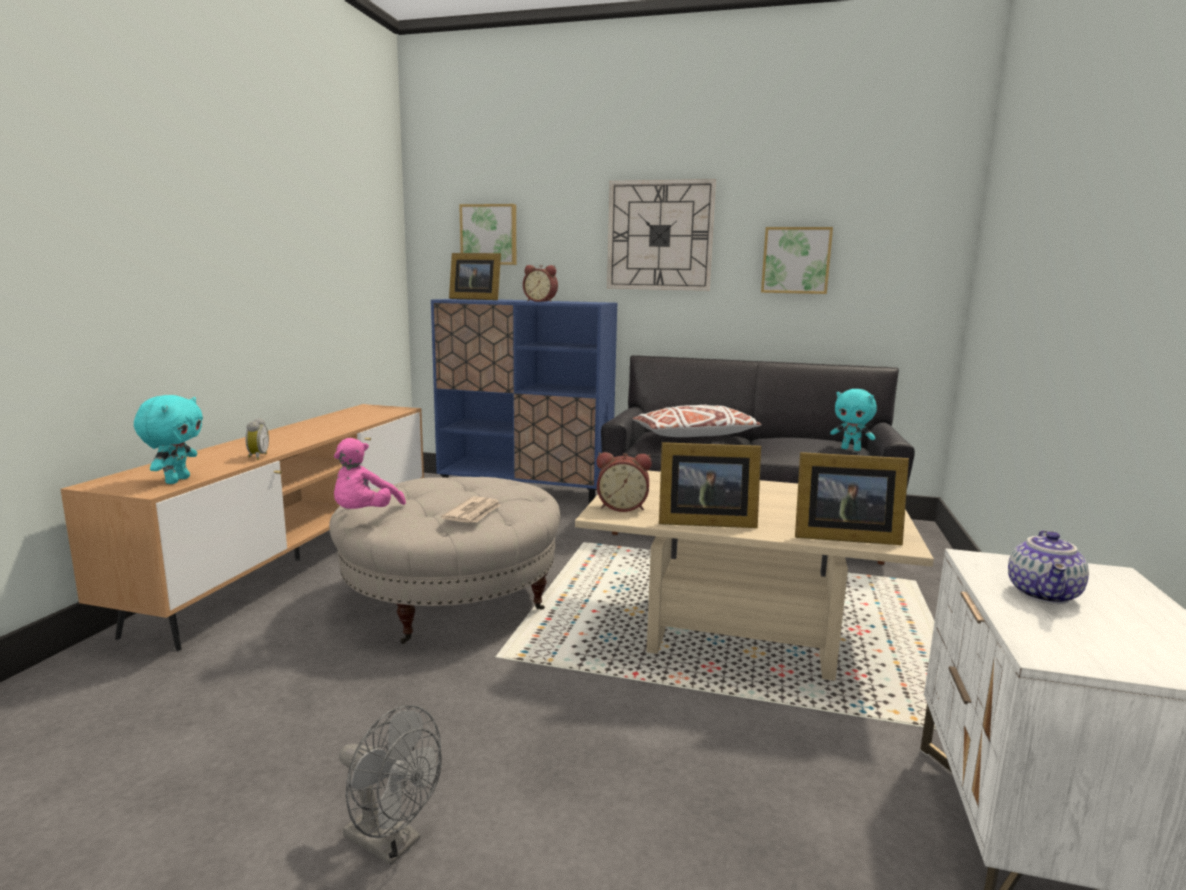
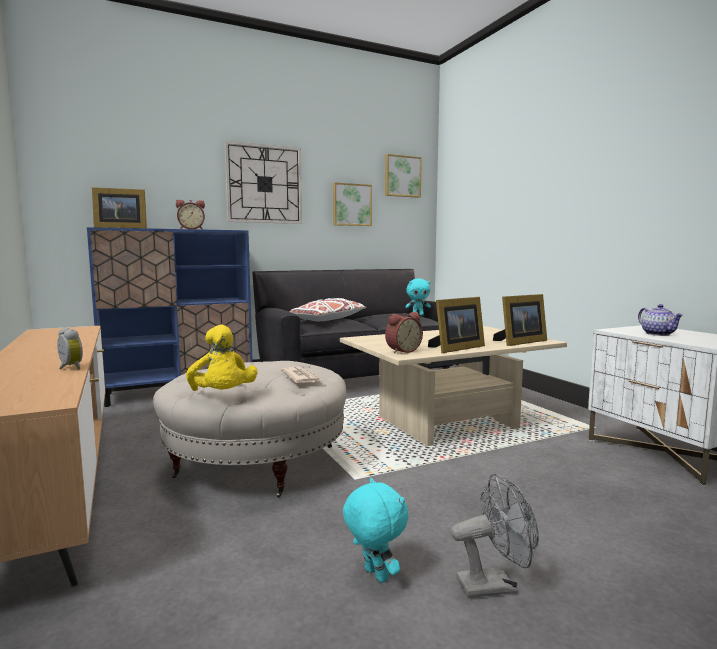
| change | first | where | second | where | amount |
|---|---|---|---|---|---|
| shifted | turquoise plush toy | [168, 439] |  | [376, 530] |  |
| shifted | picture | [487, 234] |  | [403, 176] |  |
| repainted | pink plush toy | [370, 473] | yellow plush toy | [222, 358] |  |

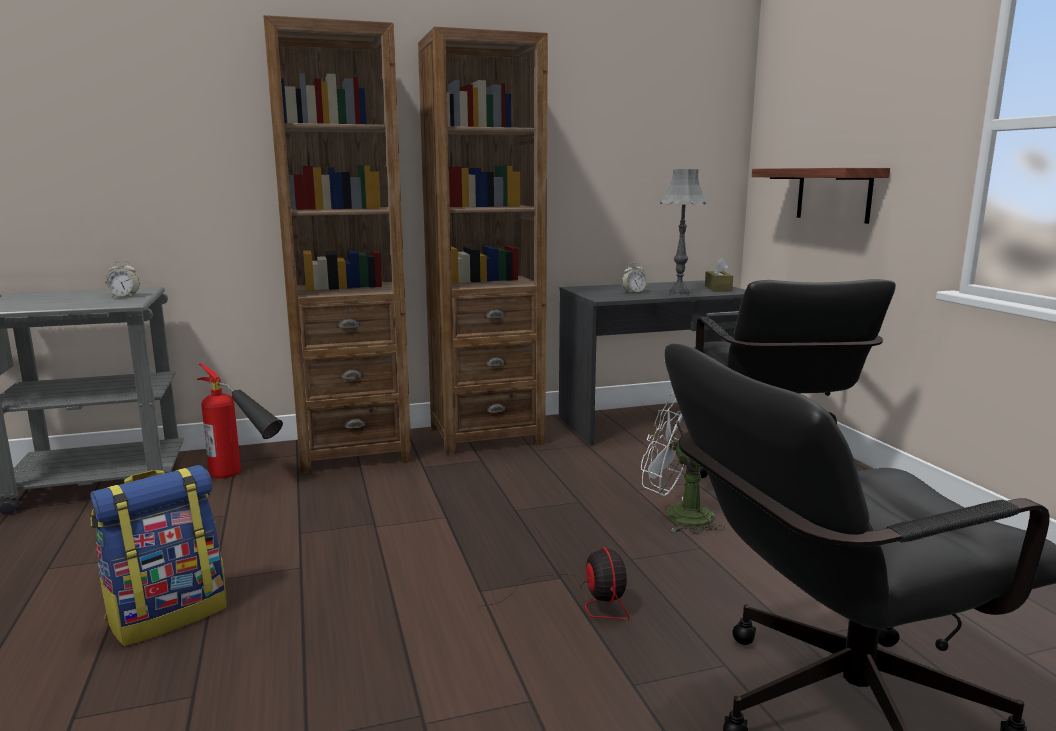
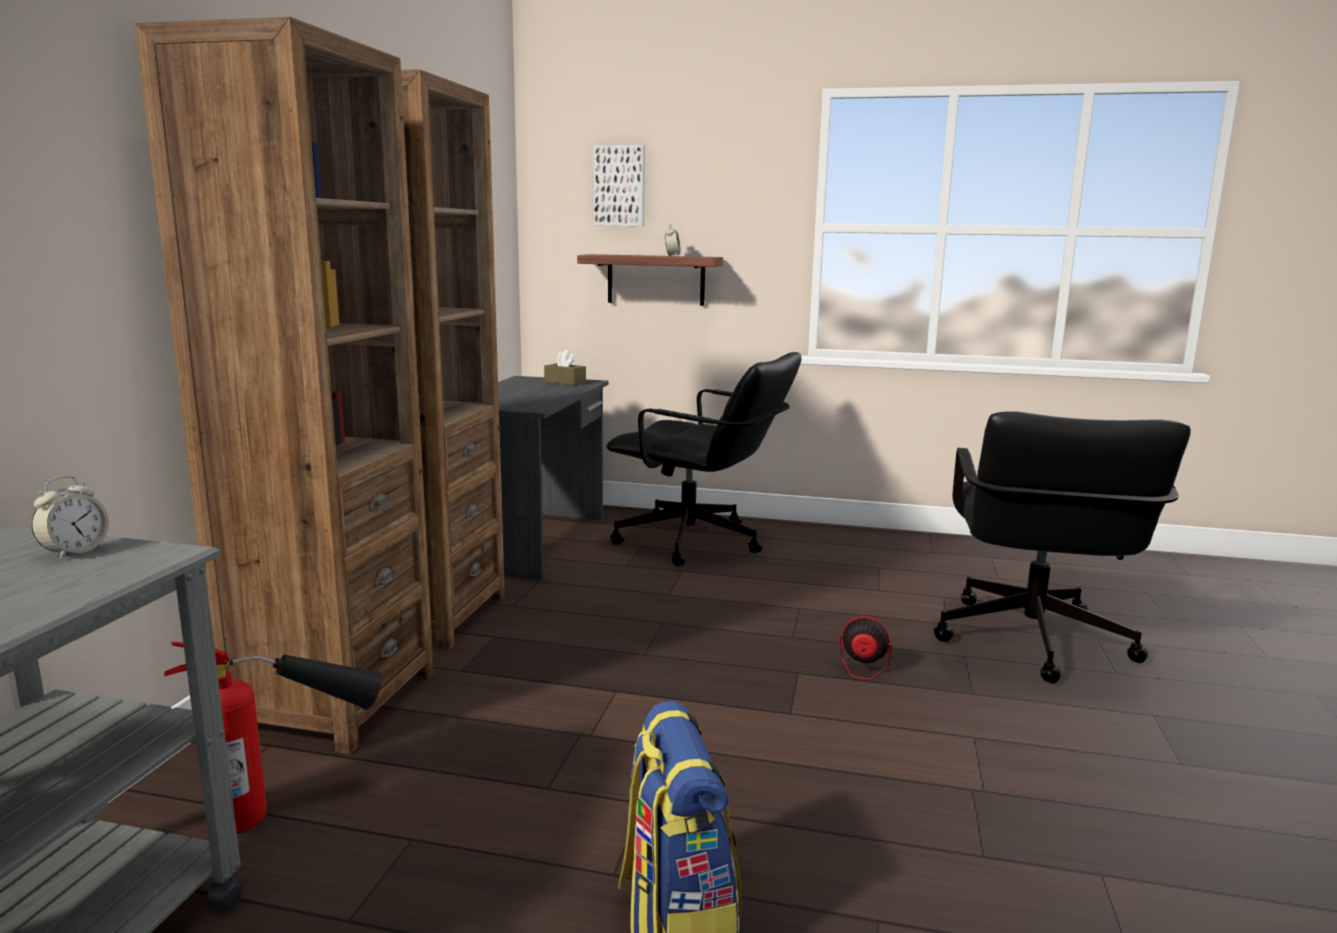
| change | first | where | second | where | amount |
|---|---|---|---|---|---|
| gone | white fan | [683, 463] |  |  |  |
| gone | grey table lamp | [684, 232] |  |  |  |
| new |  |  | picture | [619, 185] |  |
| shifted | alarm clock | [634, 277] |  | [673, 240] |  |

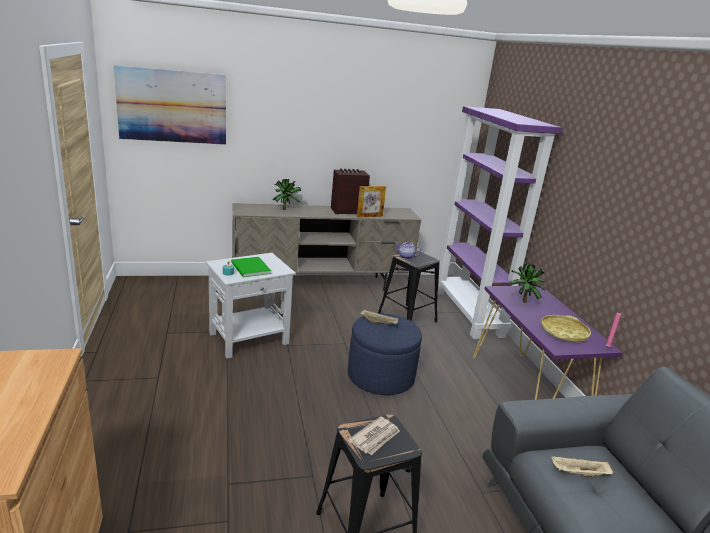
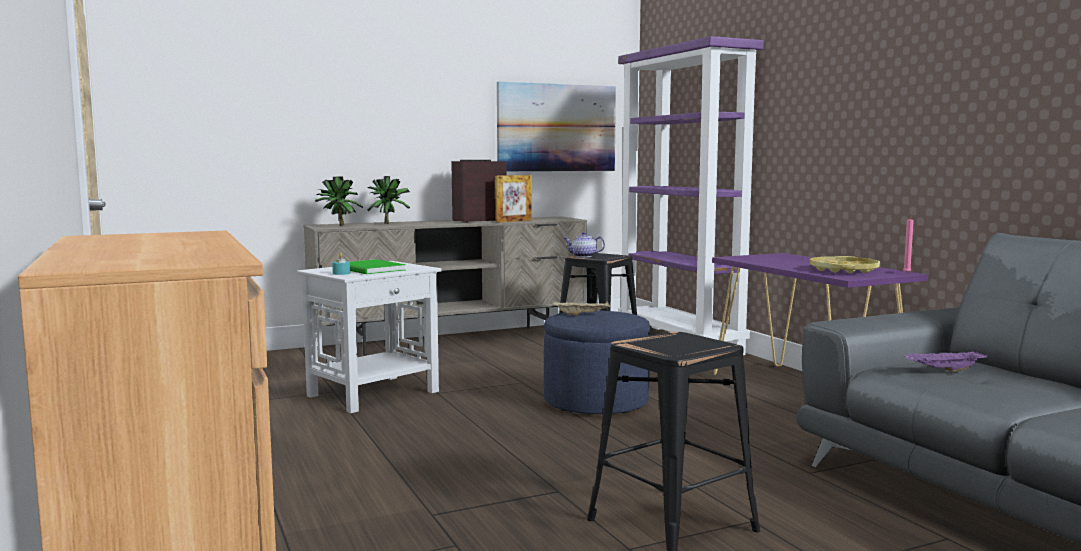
| change | first | where | second | where | amount |
|---|---|---|---|---|---|
| gone | newspaper | [374, 435] |  |  |  |
| shifted | picture | [170, 105] |  | [556, 127] |  |
| shifted | potted plant | [527, 283] |  | [339, 201] |  |
| repainted | beige tray | [582, 466] | purple tray | [945, 361] |  |

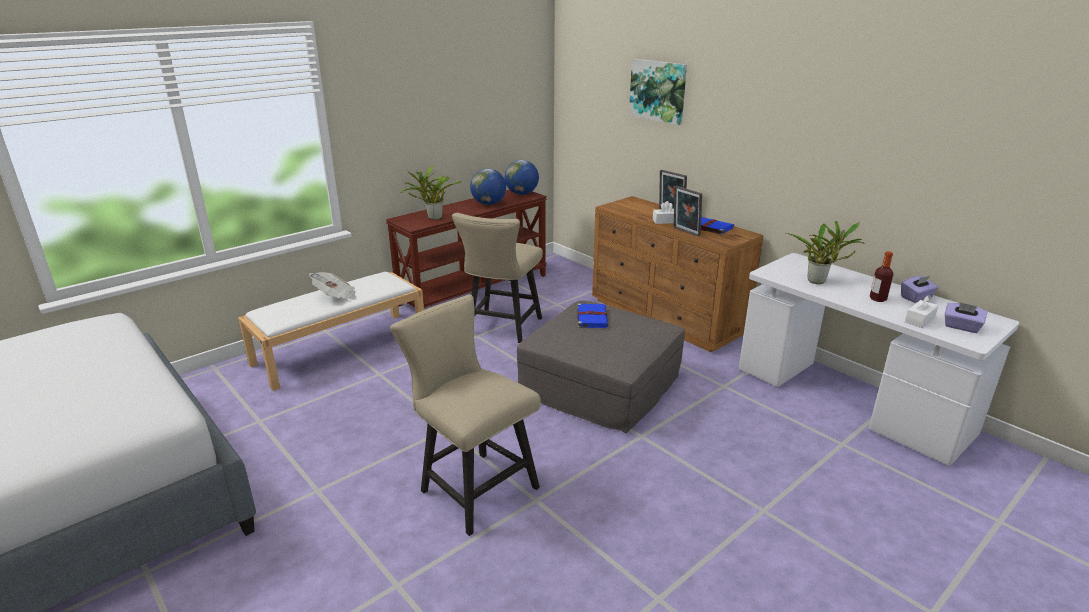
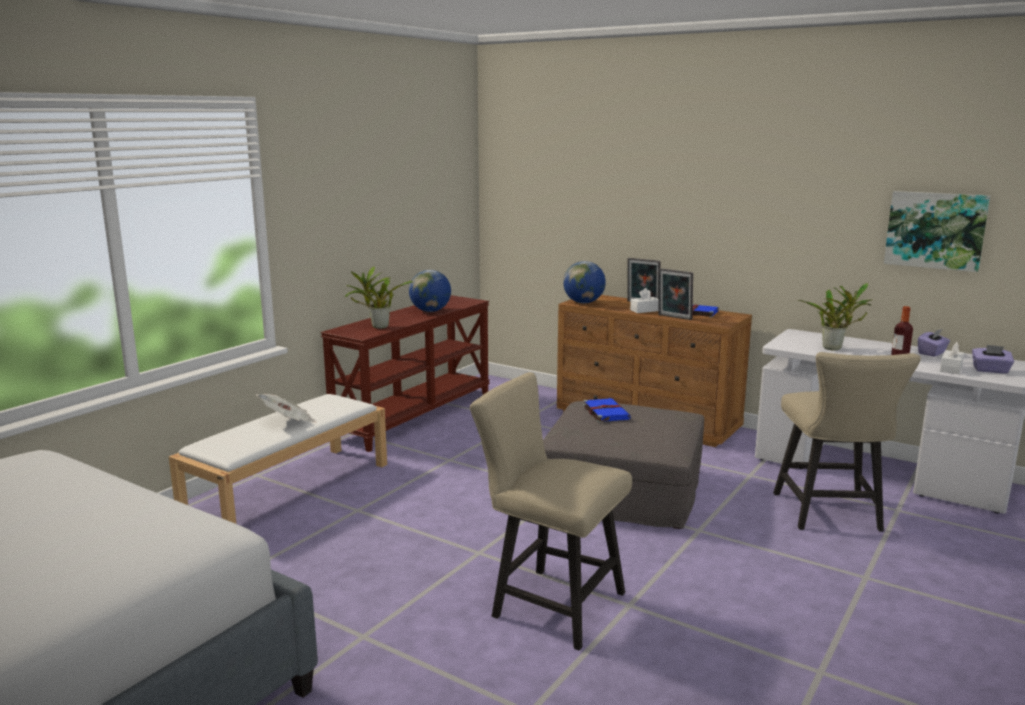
| change | first | where | second | where | amount |
|---|---|---|---|---|---|
| shifted | beige chair | [497, 278] |  | [847, 442] |  |
| shifted | globe | [521, 177] |  | [584, 282] |  |
| shifted | picture | [658, 92] |  | [937, 231] |  |

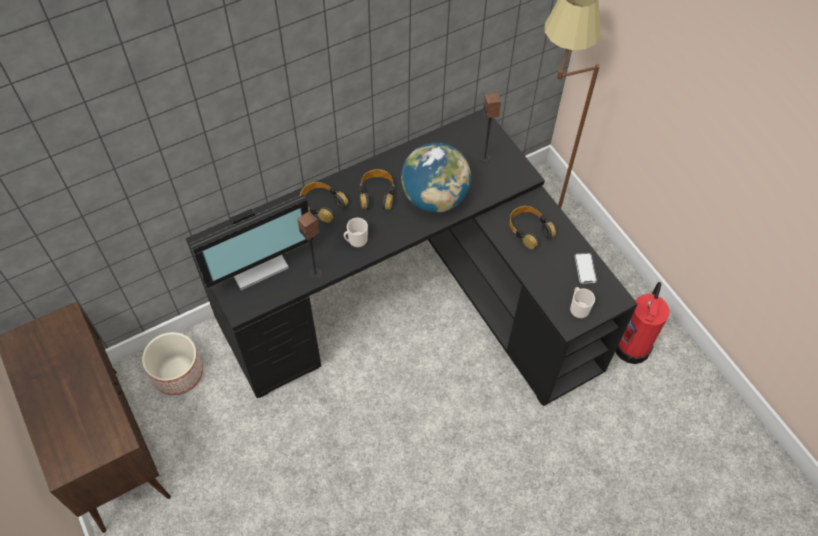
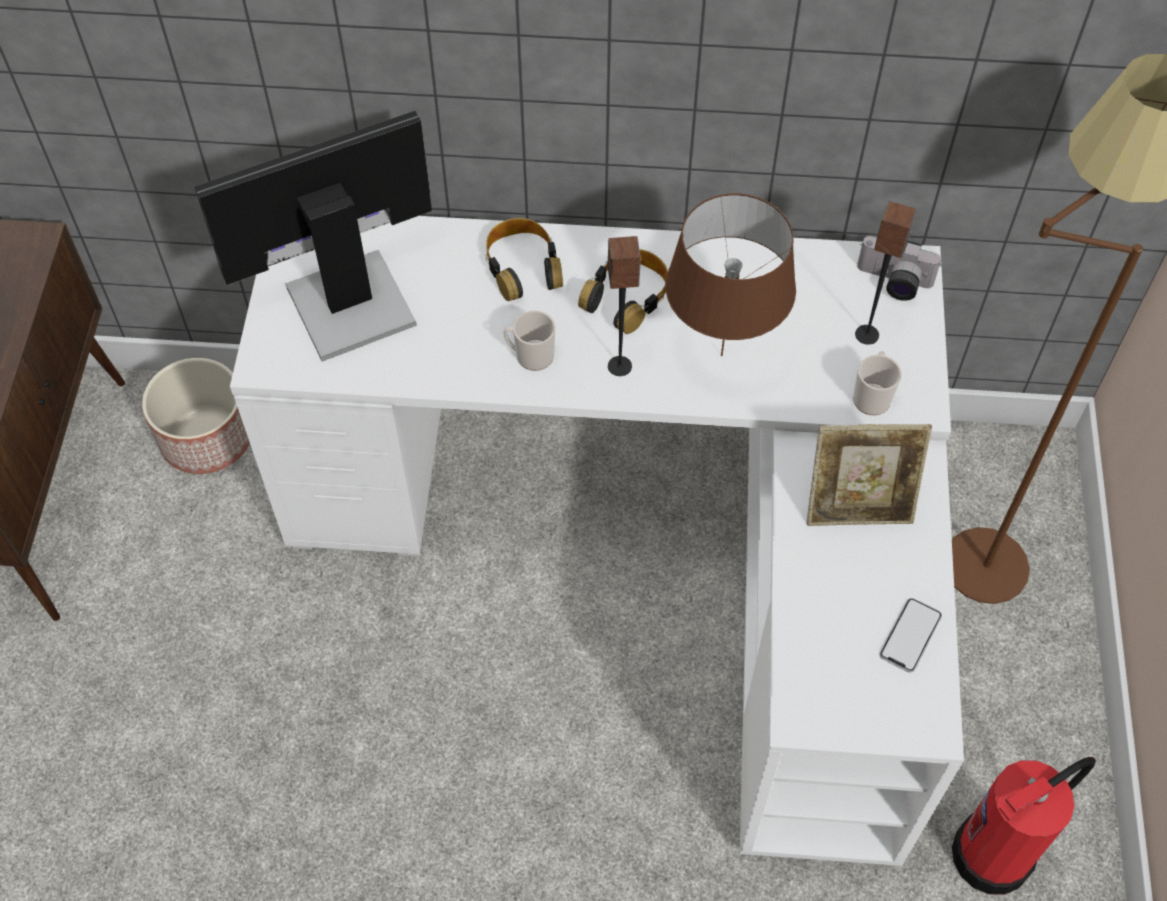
| change | first | where | second | where | amount |
|---|---|---|---|---|---|
| new |  |  | photo camera | [899, 268] |  |
| shifted | speaker | [309, 245] |  | [624, 306] |  |
| shifted | mug | [582, 302] |  | [877, 383] |  |
| swapped | globe | [436, 177] | brown table lamp | [730, 274] |  |
| swapped | headphones | [532, 228] | picture frame | [869, 475] |  |
| repainted | black desk | [412, 257] | white desk | [597, 541] |  |
| rotated | monitor | [251, 242] |  | [313, 236] | 150 degrees clockwise |

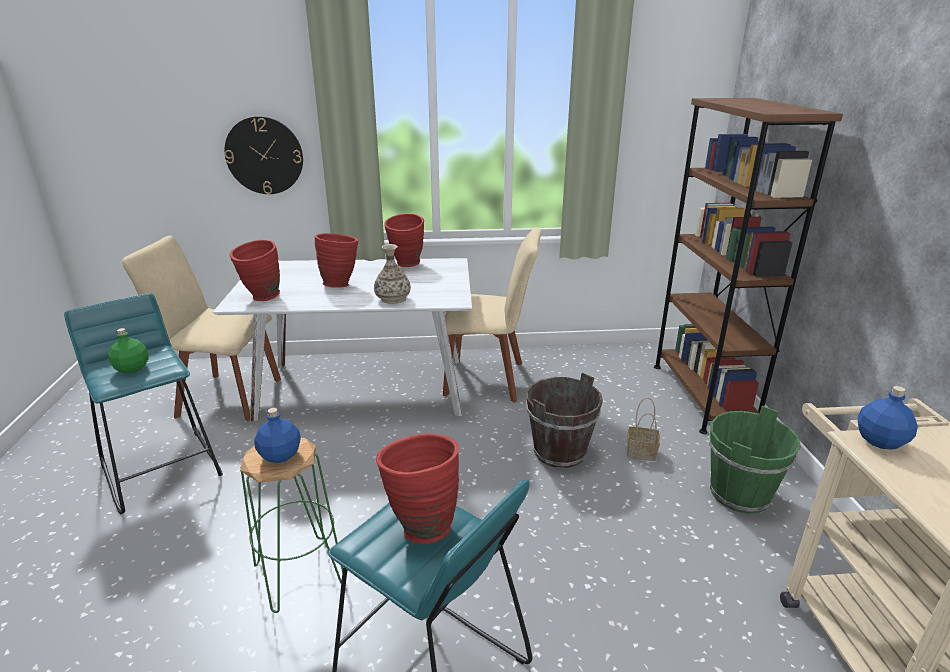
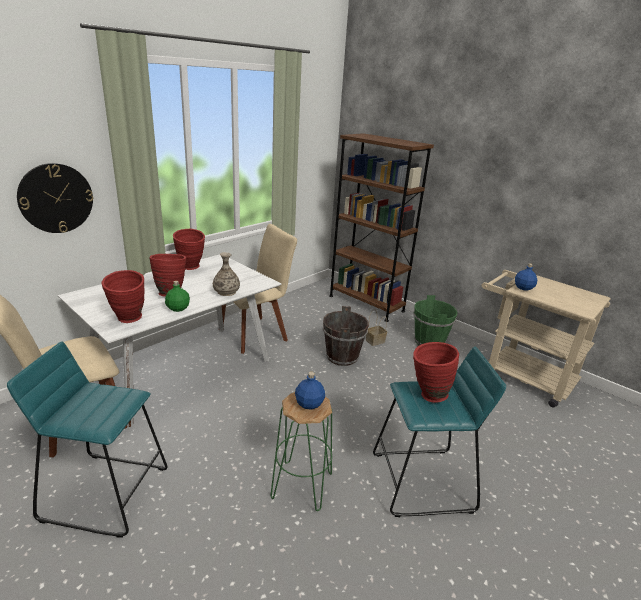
| change | first | where | second | where | amount |
|---|---|---|---|---|---|
| shifted | green bottle | [128, 351] |  | [177, 296] |  |

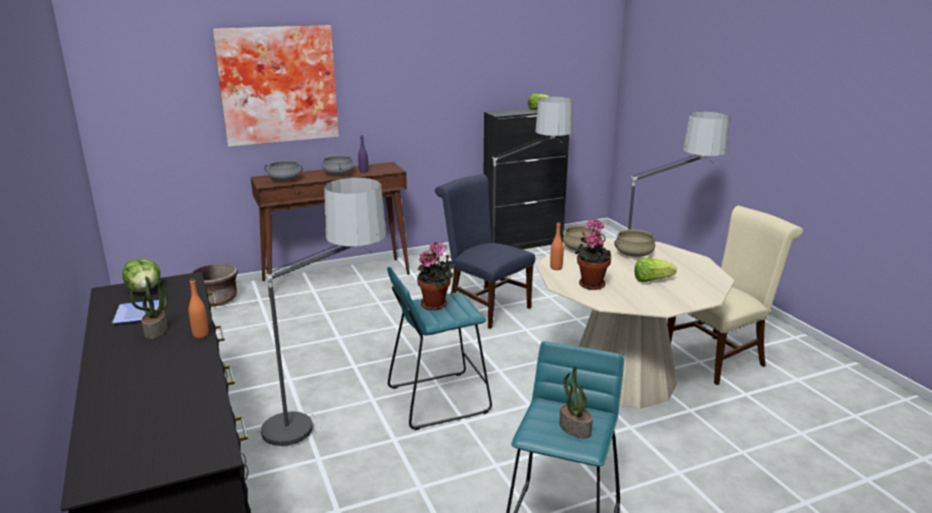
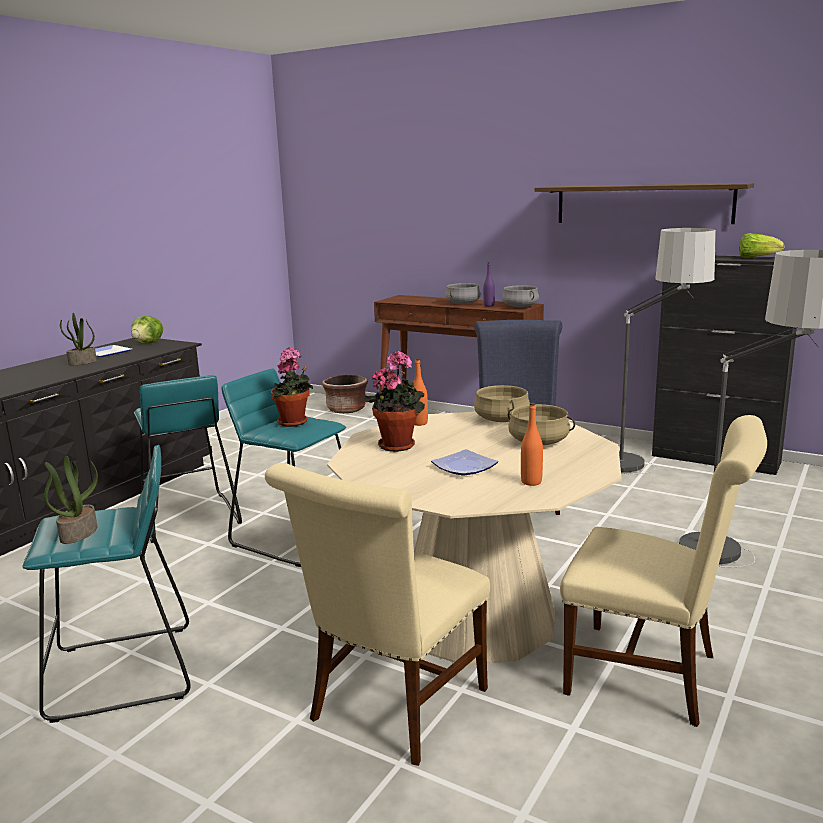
| change | first | where | second | where | amount |
|---|---|---|---|---|---|
| gone | picture | [276, 86] |  |  |  |
| new |  |  | beige chair | [377, 614] |  |
| new |  |  | shelf | [644, 203] |  |
| shifted | orange bottle | [199, 308] |  | [532, 444] |  |
| shifted | grey cooking pot | [283, 170] |  | [520, 296] |  |
| swapped | floor lamp | [322, 312] | turquoise stool | [188, 459] |  |
| swapped | lettuce | [656, 269] | plate | [464, 462] |  |

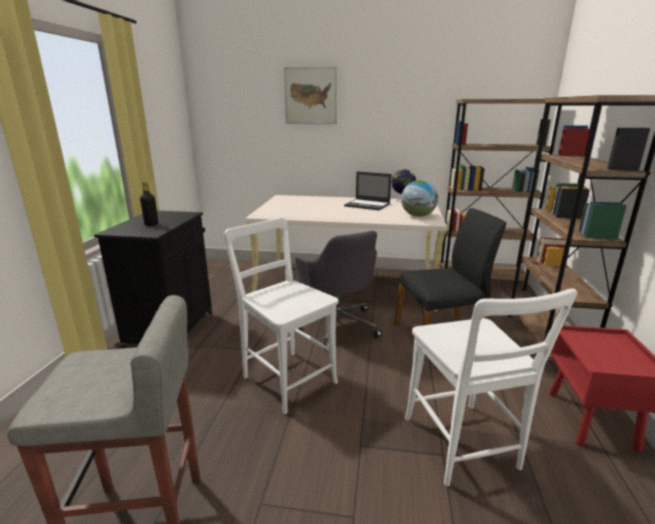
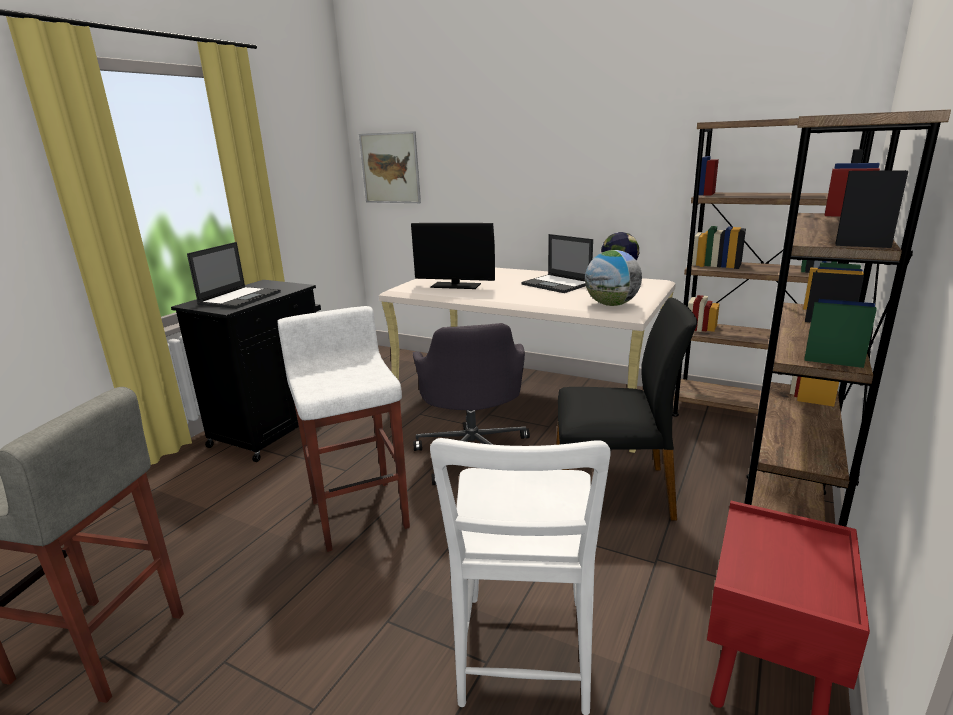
| change | first | where | second | where | amount |
|---|---|---|---|---|---|
| new |  |  | monitor | [453, 256] |  |
| shifted | picture | [310, 95] |  | [390, 167] |  |
| swapped | black bottle | [149, 203] | laptop | [234, 275] |  |
| swapped | white chair | [281, 315] | white stool | [344, 429] |  |

